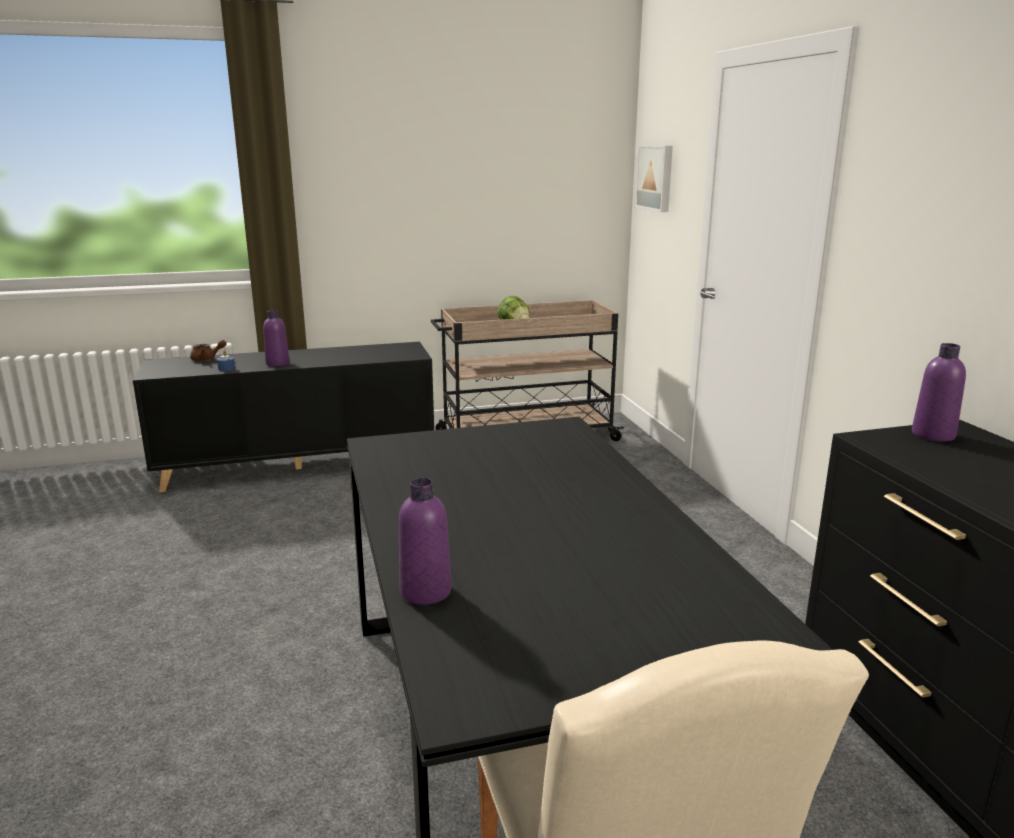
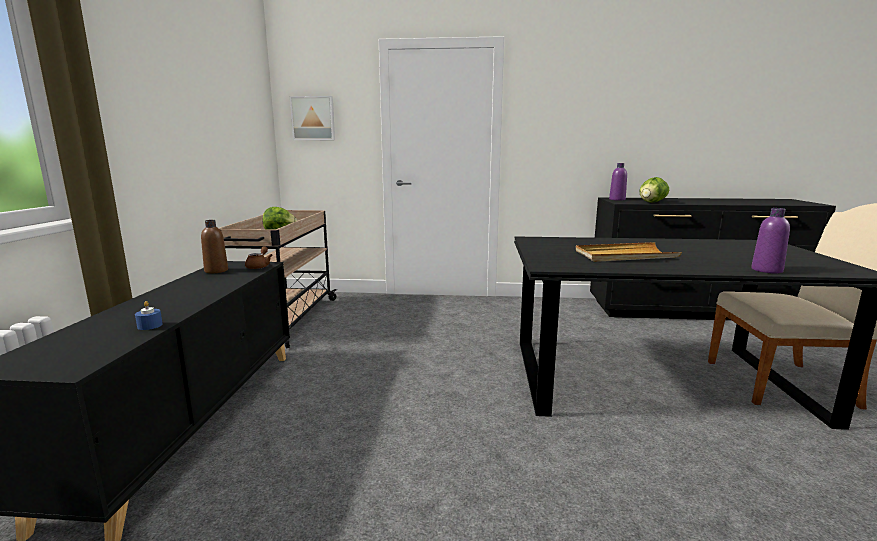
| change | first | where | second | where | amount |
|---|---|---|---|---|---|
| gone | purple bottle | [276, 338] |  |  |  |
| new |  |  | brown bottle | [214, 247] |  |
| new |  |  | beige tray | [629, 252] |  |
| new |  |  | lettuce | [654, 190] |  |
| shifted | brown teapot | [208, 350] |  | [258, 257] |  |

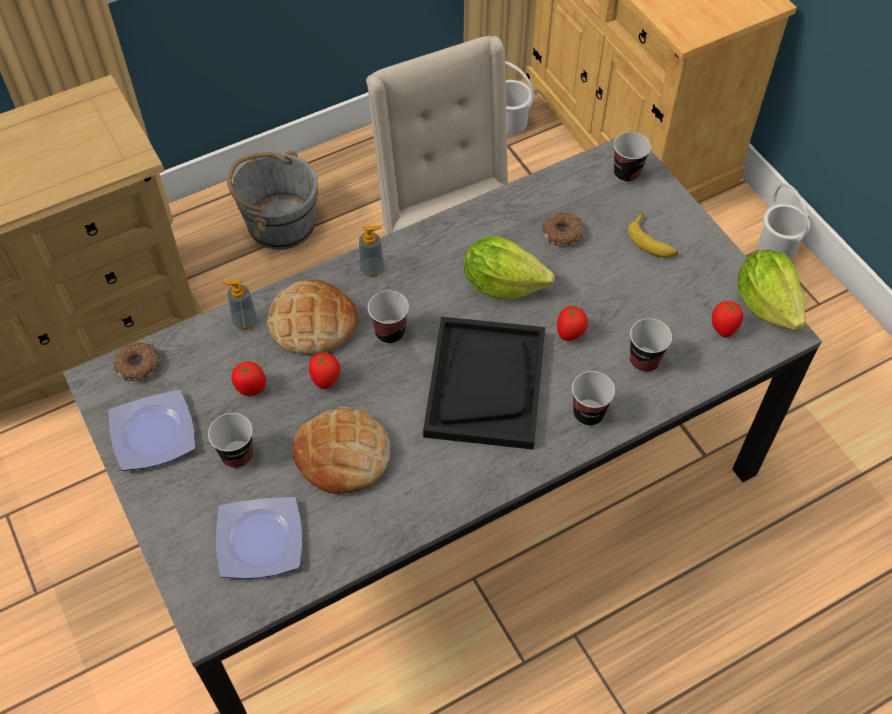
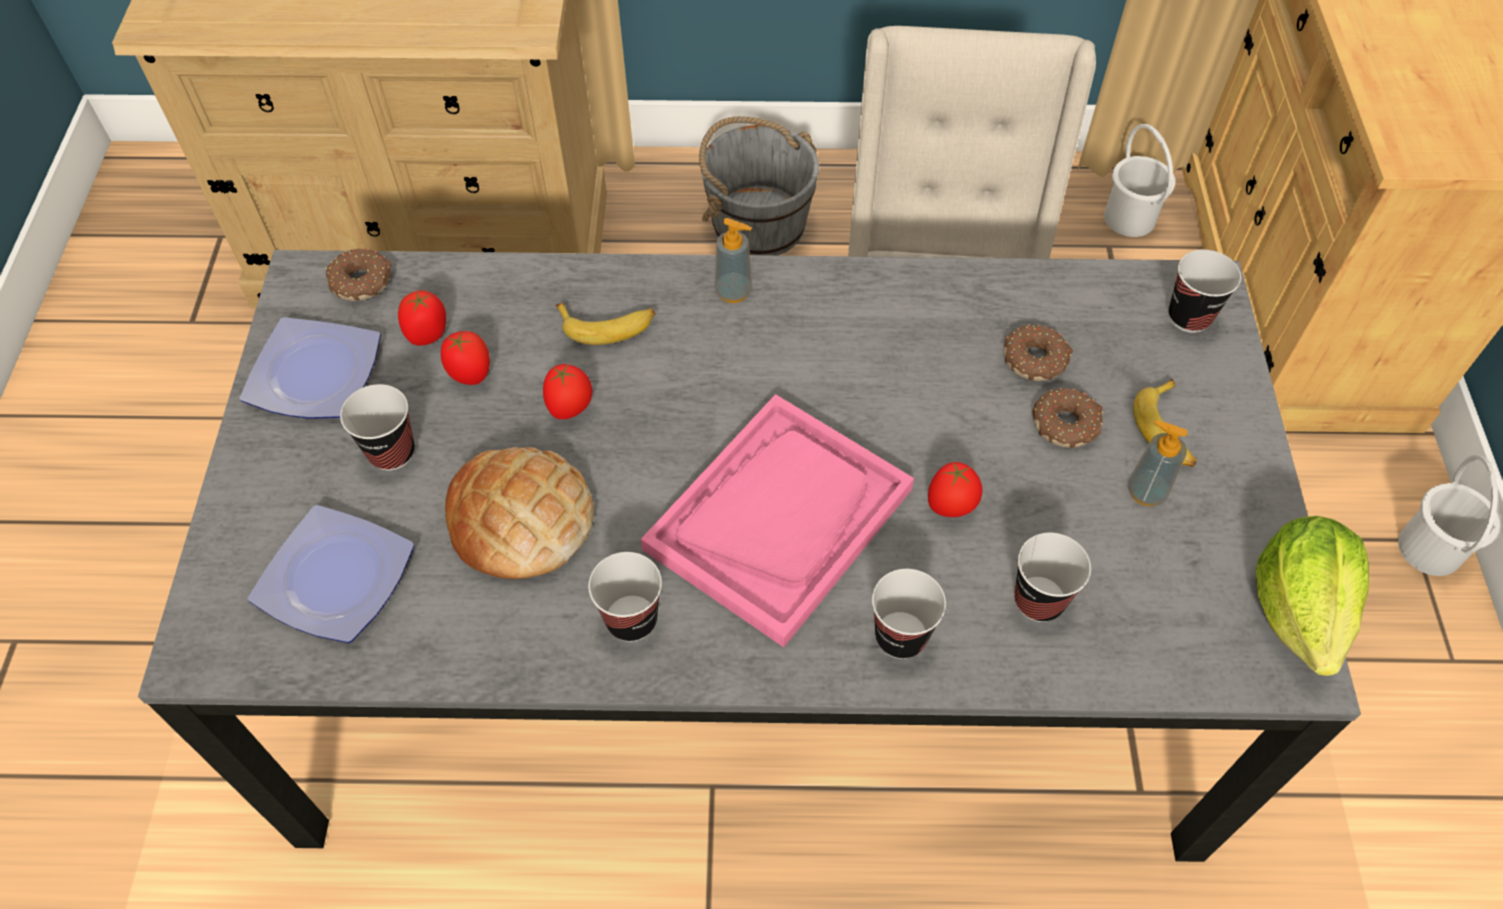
| change | first | where | second | where | amount |
|---|---|---|---|---|---|
| gone | lettuce | [509, 267] |  |  |  |
| new |  |  | donut | [1067, 418] |  |
| shifted | soap dispenser | [239, 304] |  | [1157, 463] |  |
| shifted | cup | [388, 317] |  | [625, 597] |  |
| shifted | tomato | [727, 319] |  | [422, 318] |  |
| swapped | bread | [312, 317] | banana | [605, 324] |  |
| repainted | black tray | [484, 383] | pink tray | [777, 520] |  |

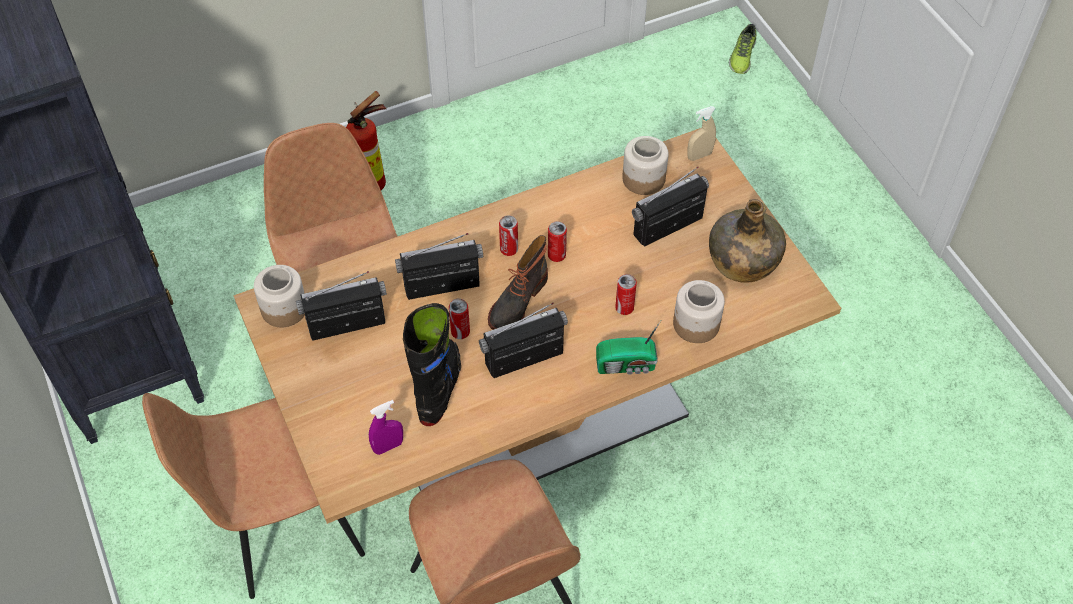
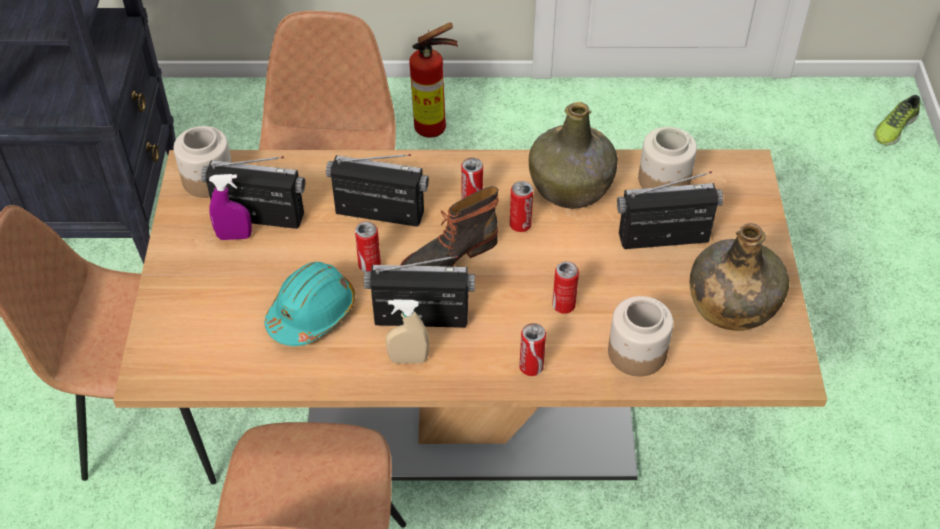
| change | first | where | second | where | amount |
|---|---|---|---|---|---|
| new |  |  | green bottle | [573, 155] |  |
| shifted | purple spray bottle | [386, 427] |  | [230, 207] |  |
| shifted | beige spray bottle | [701, 133] |  | [407, 332] |  |
| swapped | black boot | [432, 364] | turquoise hard hat | [310, 304] |  |
| swapped | radio | [628, 348] | can | [533, 349] |  |

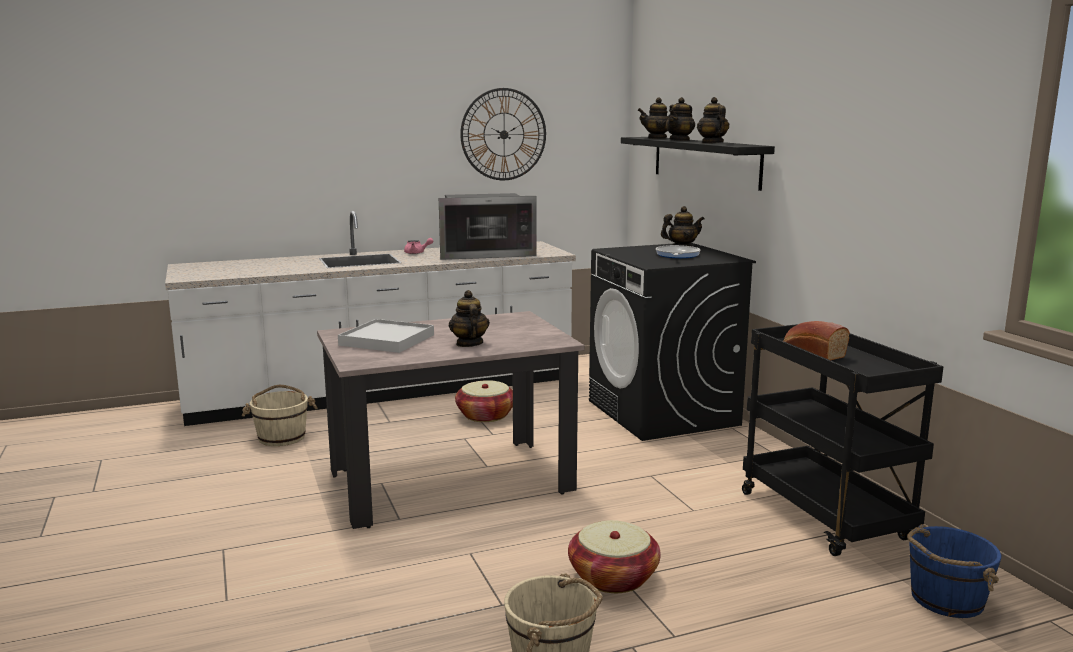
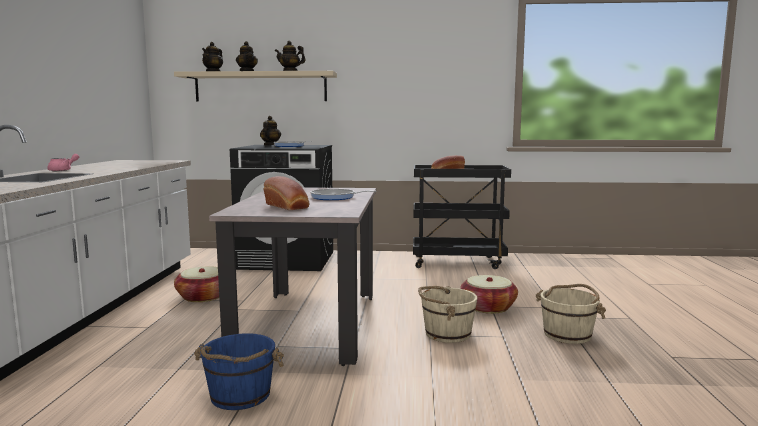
| change | first | where | second | where | amount |
|---|---|---|---|---|---|
| gone | microwave | [488, 226] |  |  |  |
| gone | wall clock | [503, 134] |  |  |  |
| shifted | beige bucket | [280, 415] |  | [447, 314] |  |
| shifted | blue bucket | [954, 571] |  | [239, 371] |  |
| swapped | white tray | [386, 336] | bread | [286, 193] |  |
| swapped | teapot | [469, 318] | frying pan | [343, 194] |  |
| repainted | black shelf | [698, 164] | beige shelf | [255, 86] |  |

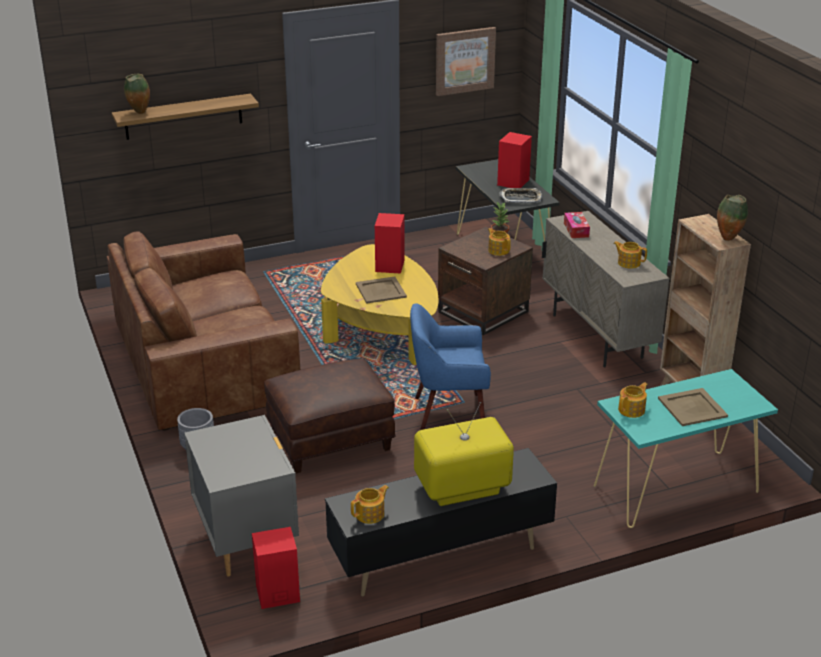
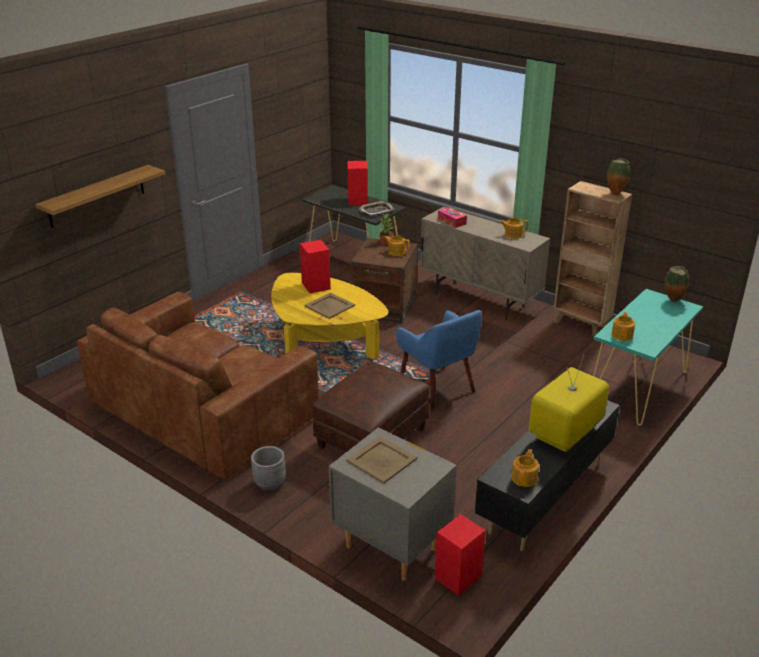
| change | first | where | second | where | amount |
|---|---|---|---|---|---|
| gone | picture | [466, 61] |  |  |  |
| shifted | vase | [137, 94] |  | [677, 284] |  |
| shifted | beige tray | [693, 407] |  | [381, 460] |  |
| rotated | blue armchair | [450, 366] |  | [439, 360] | 90 degrees counterclockwise |

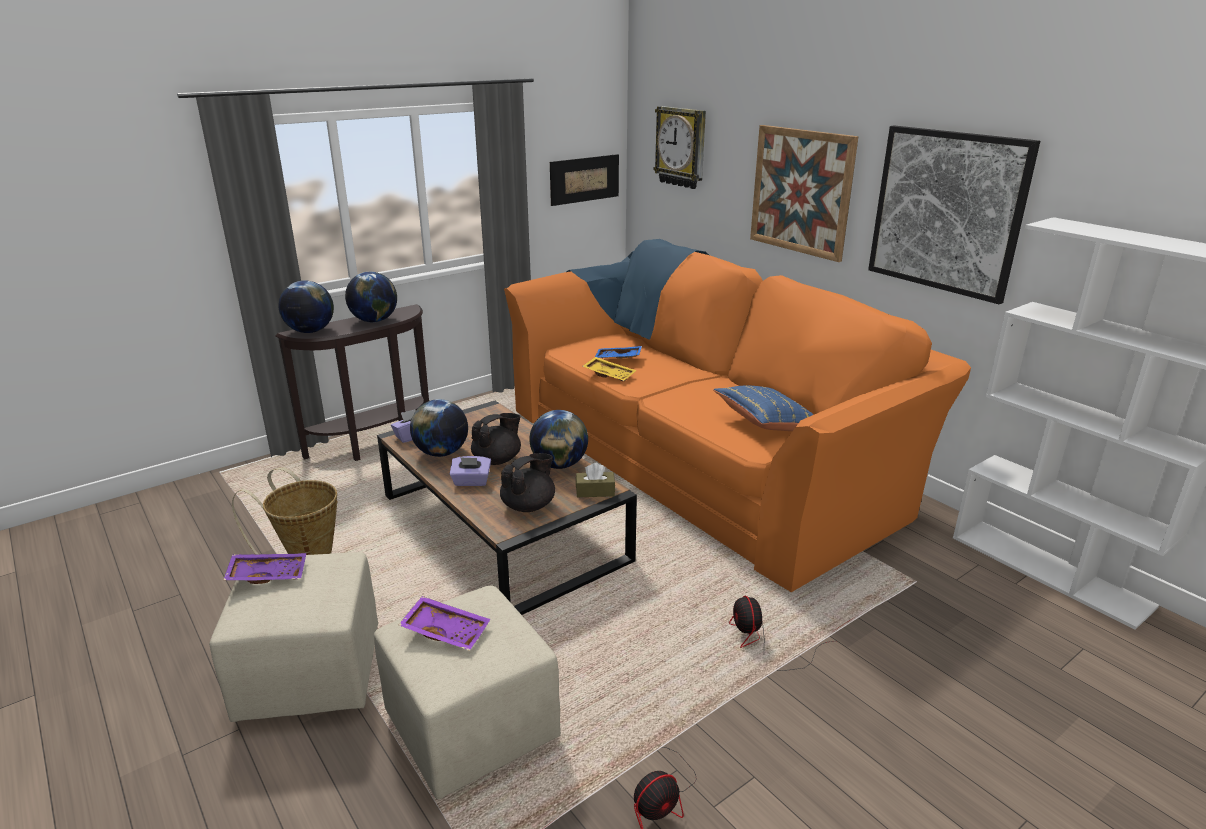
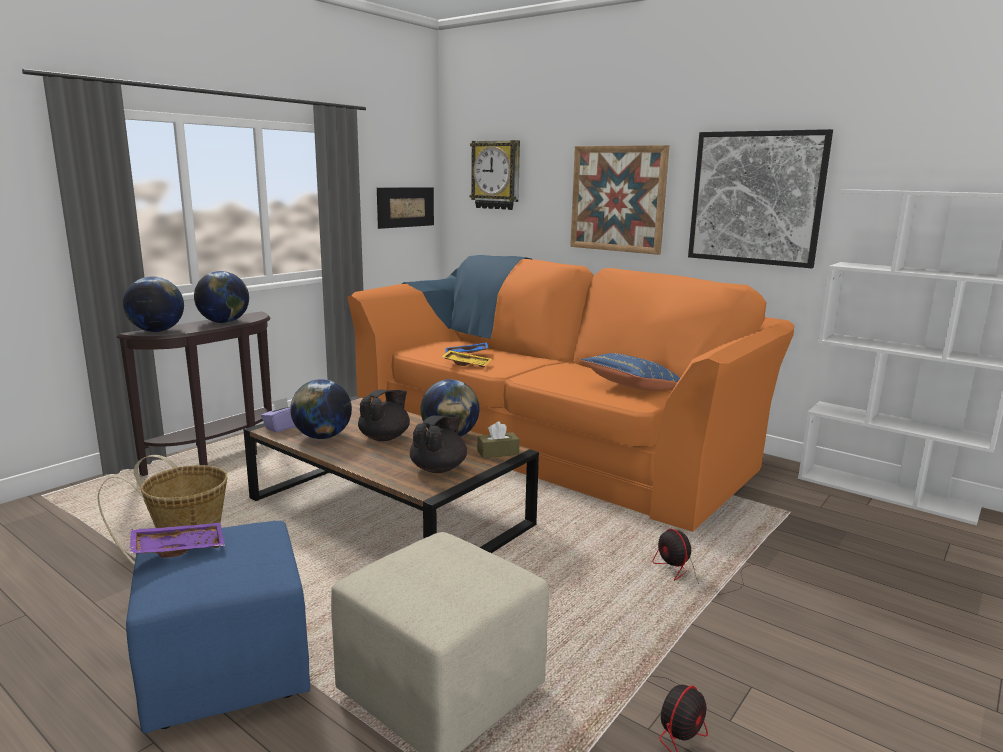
| change | first | where | second | where | amount |
|---|---|---|---|---|---|
| gone | purple tray | [445, 623] |  |  |  |
| gone | purple tissue box | [470, 471] |  |  |  |
| repainted | beige ottoman | [293, 637] | blue ottoman | [218, 627] |  |

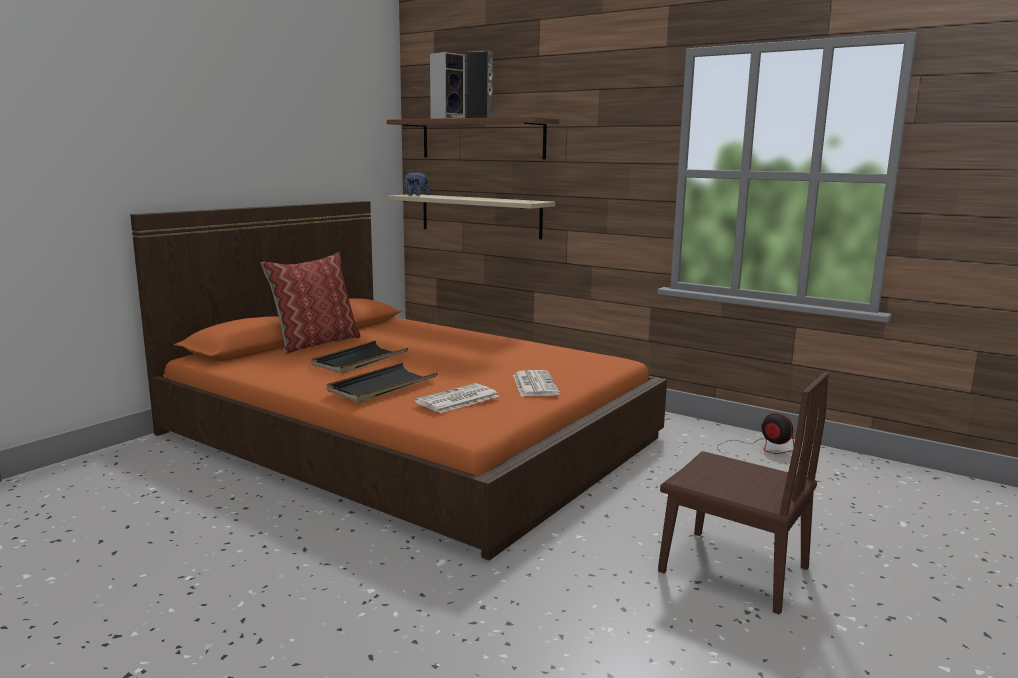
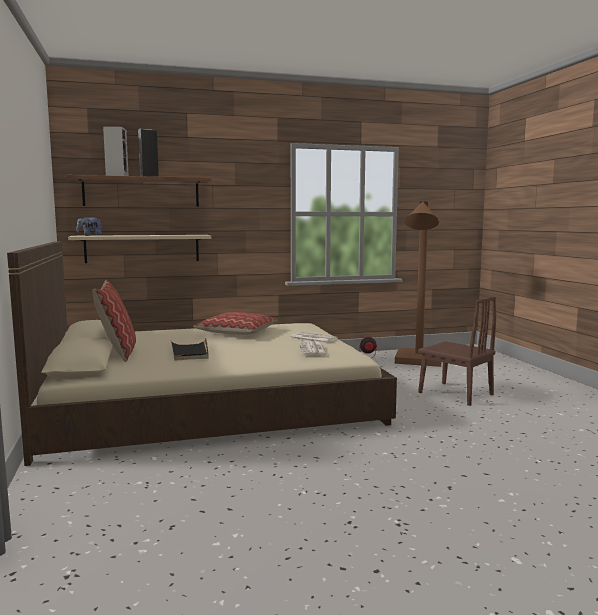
| change | first | where | second | where | amount |
|---|---|---|---|---|---|
| gone | black tray | [382, 382] |  |  |  |
| new |  |  | pillow | [235, 323] |  |
| new |  |  | brown floor lamp | [418, 284] |  |
| repainted | orange bed | [398, 381] | beige bed | [202, 353] |  |
| rotated | brown chair | [743, 493] |  | [457, 351] | 60 degrees clockwise |

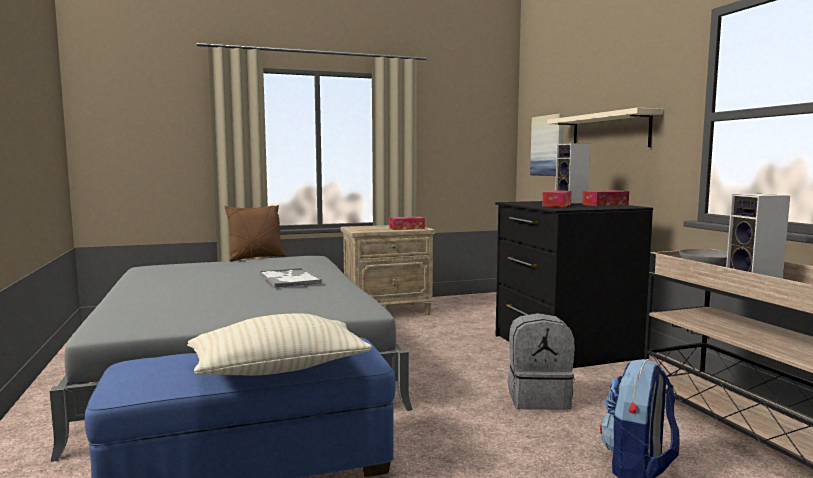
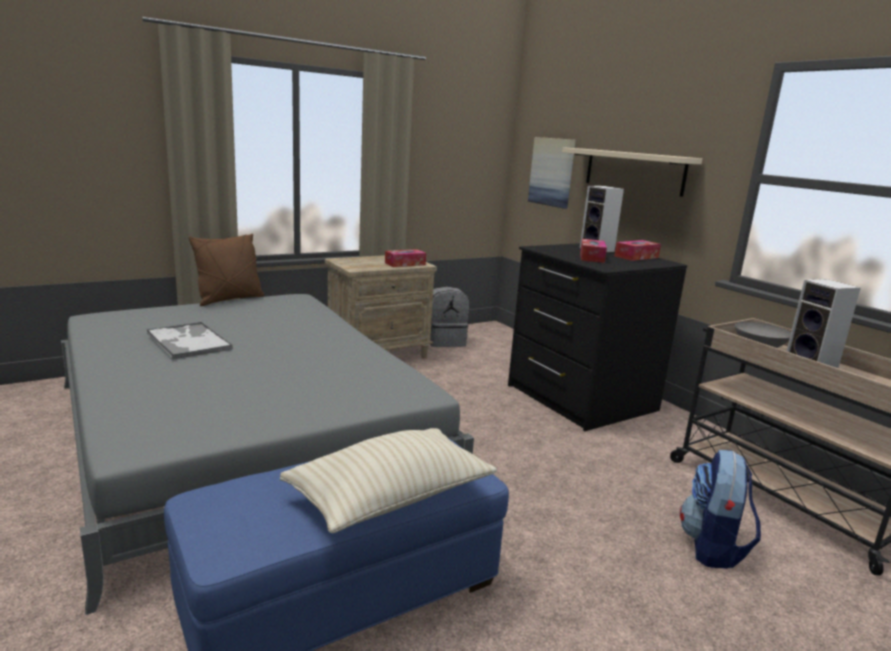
| change | first | where | second | where | amount |
|---|---|---|---|---|---|
| shifted | tray | [291, 278] |  | [190, 340] |  |
| shifted | grey backpack | [541, 361] |  | [449, 316] |  |

